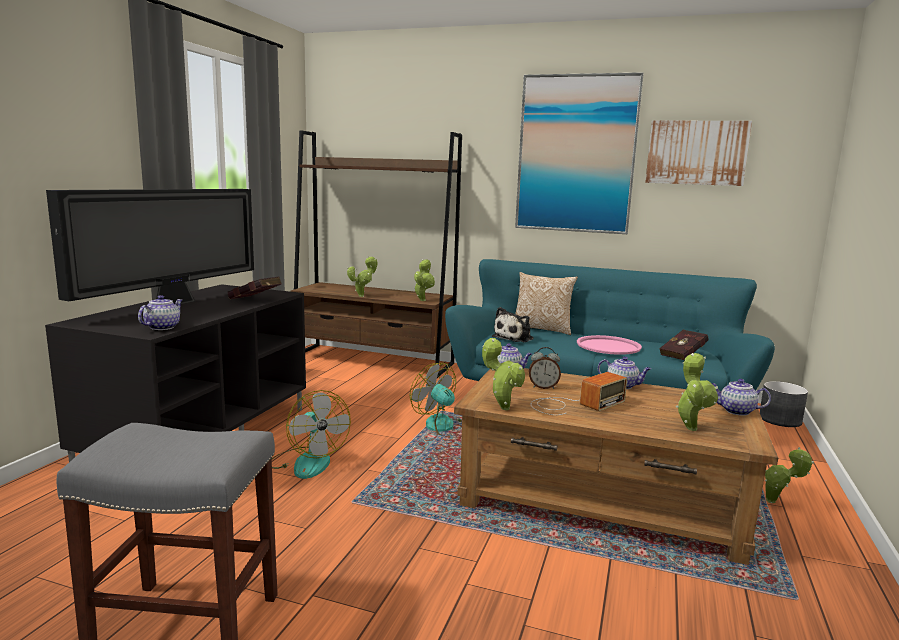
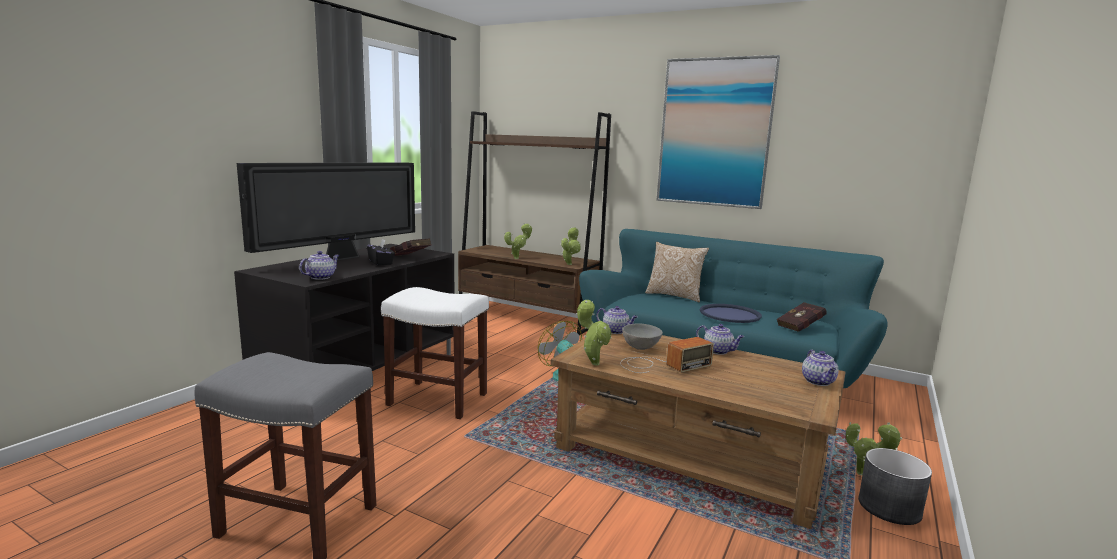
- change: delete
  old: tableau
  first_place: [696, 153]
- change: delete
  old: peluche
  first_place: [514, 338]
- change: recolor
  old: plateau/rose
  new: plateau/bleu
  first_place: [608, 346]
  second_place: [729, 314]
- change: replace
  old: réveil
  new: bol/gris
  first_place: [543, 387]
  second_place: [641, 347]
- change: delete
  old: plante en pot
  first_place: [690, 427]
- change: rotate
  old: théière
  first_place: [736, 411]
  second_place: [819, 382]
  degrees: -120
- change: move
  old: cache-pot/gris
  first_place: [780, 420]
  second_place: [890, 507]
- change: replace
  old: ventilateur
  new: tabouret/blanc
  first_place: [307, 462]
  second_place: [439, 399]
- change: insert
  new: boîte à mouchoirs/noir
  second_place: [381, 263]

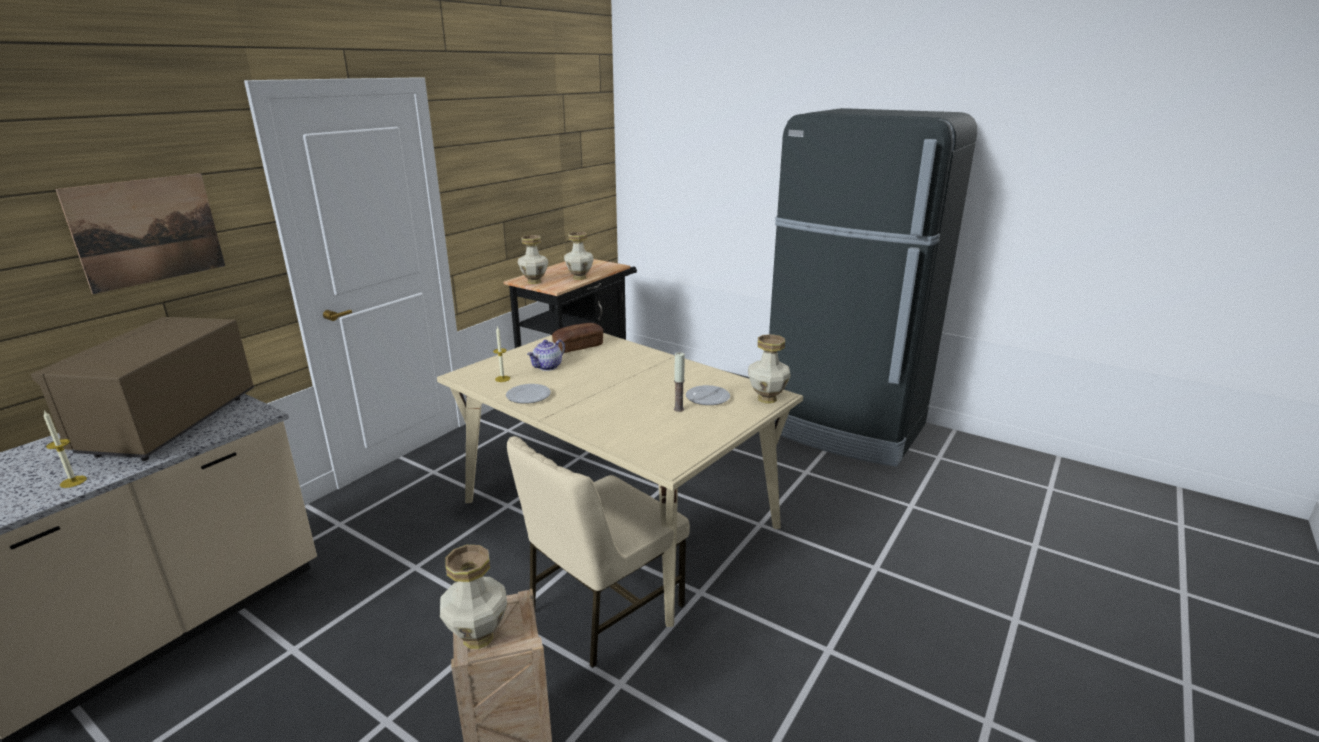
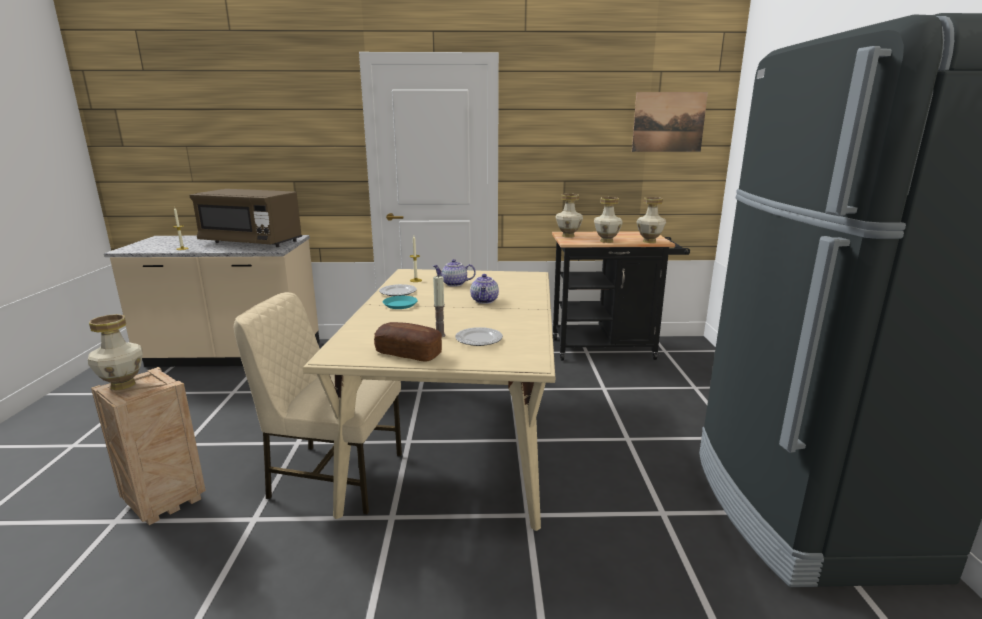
- change: move
  old: tableau
  first_place: [148, 231]
  second_place: [668, 122]
- change: rotate
  old: micro-ondes/marron
  first_place: [169, 423]
  second_place: [251, 242]
  degrees: -135
- change: move
  old: pain
  first_place: [578, 347]
  second_place: [408, 353]
- change: move
  old: vase
  first_place: [767, 399]
  second_place: [649, 241]
- change: insert
  new: théière
  second_place: [485, 301]
- change: insert
  new: assiette/turquoise
  second_place: [400, 305]

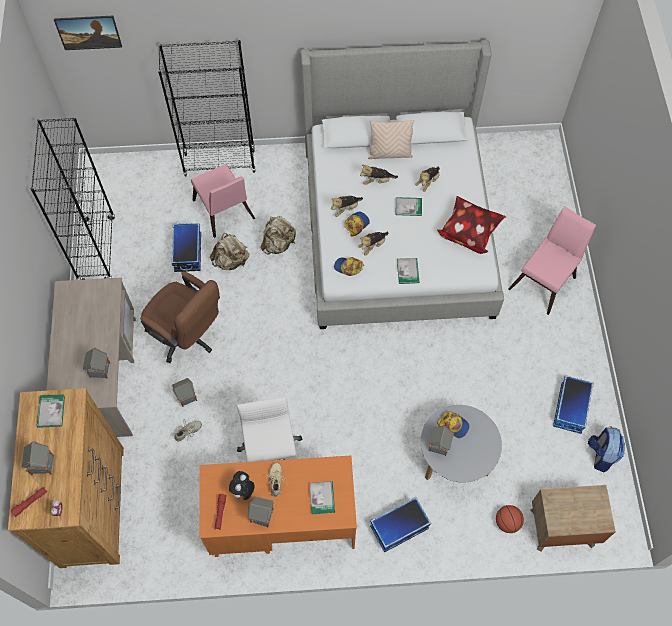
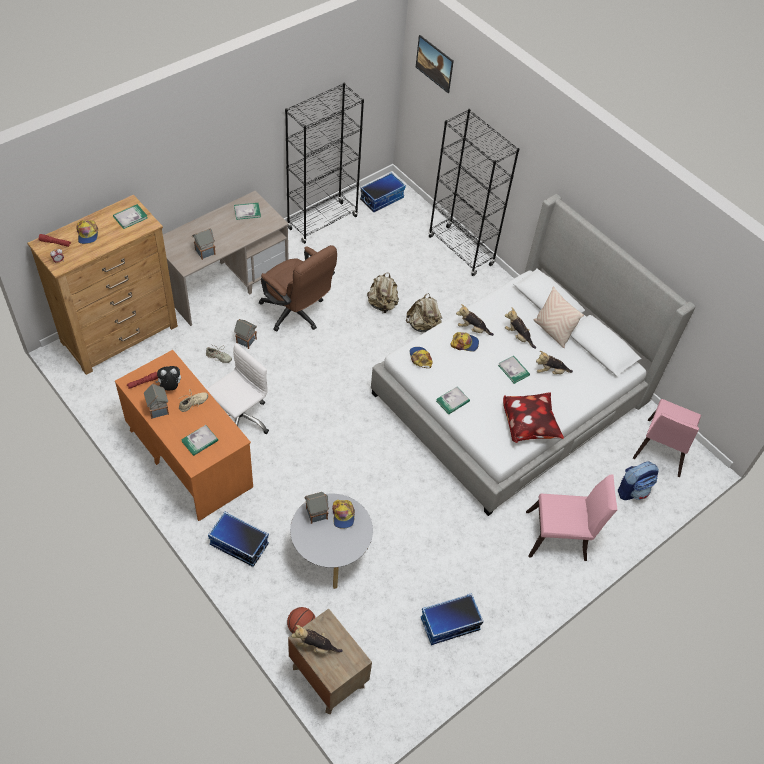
- change: move
  old: chaise/rose
  first_place: [224, 213]
  second_place: [661, 451]
- change: move
  old: boîte de rangement
  first_place: [187, 252]
  second_place: [381, 198]
- change: move
  old: peluche
  first_place: [372, 245]
  second_place: [315, 646]
- change: rotate
  old: chaise de bureau/marron
  first_place: [188, 336]
  second_place: [296, 314]
  degrees: -45
- change: move
  old: sac à dos
  first_place: [601, 454]
  second_place: [633, 490]
- change: replace
  old: maison miniature
  new: casquette
  first_place: [42, 464]
  second_place: [87, 234]
- change: insert
  new: livre
  second_place: [247, 212]

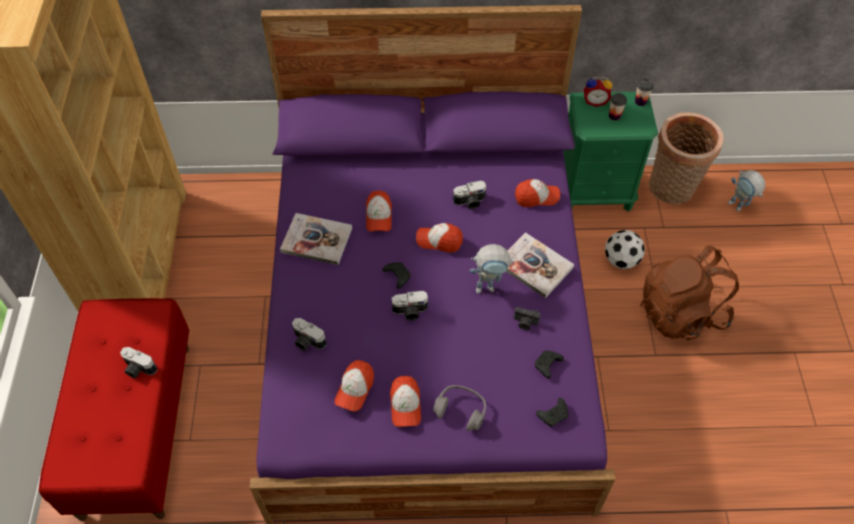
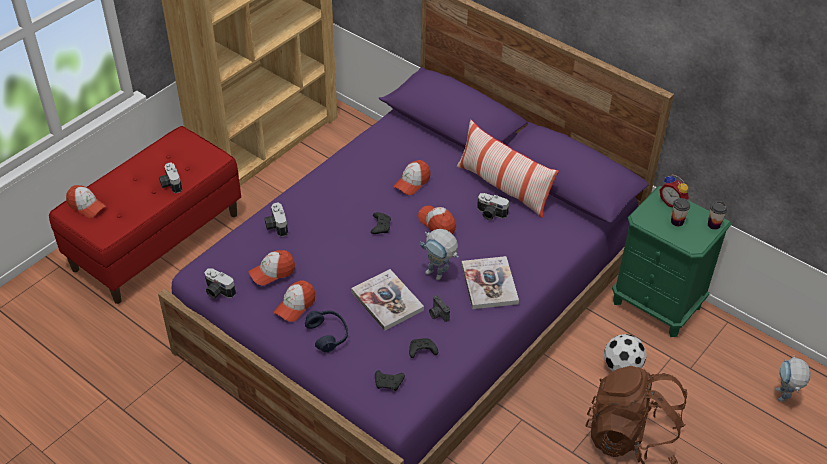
- change: delete
  old: panier
  first_place: [672, 189]
- change: move
  old: casquette
  first_place: [536, 197]
  second_place: [86, 206]
- change: move
  old: livre
  first_place: [316, 240]
  second_place: [387, 301]
- change: move
  old: appareil photo
  first_place: [410, 312]
  second_place: [218, 292]
- change: recolor
  old: casque audio/gris
  new: casque audio/bleu
  first_place: [461, 410]
  second_place: [328, 334]
- change: insert
  new: coussin
  second_place: [503, 187]

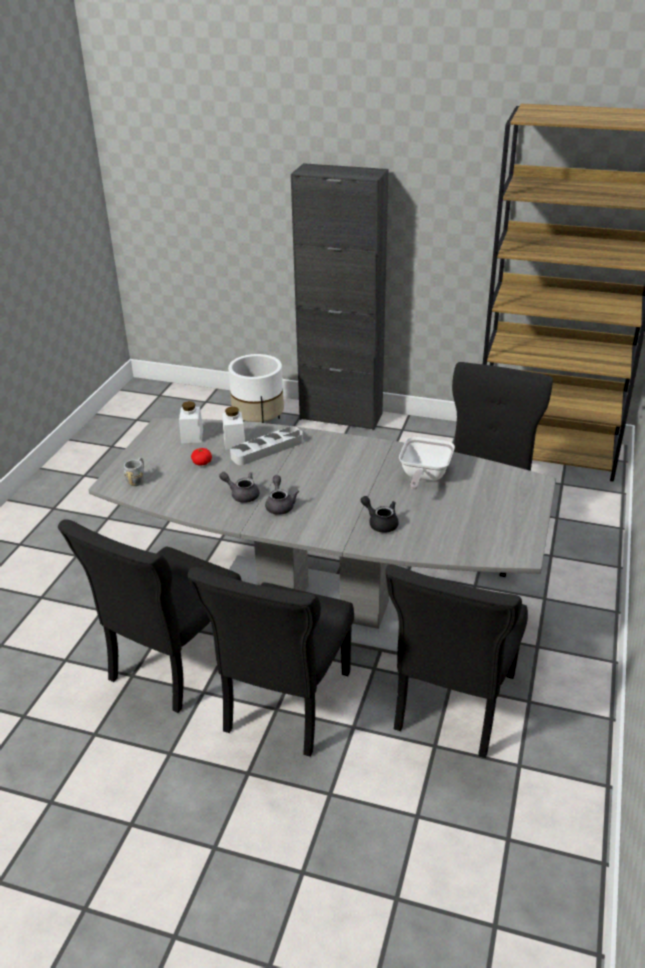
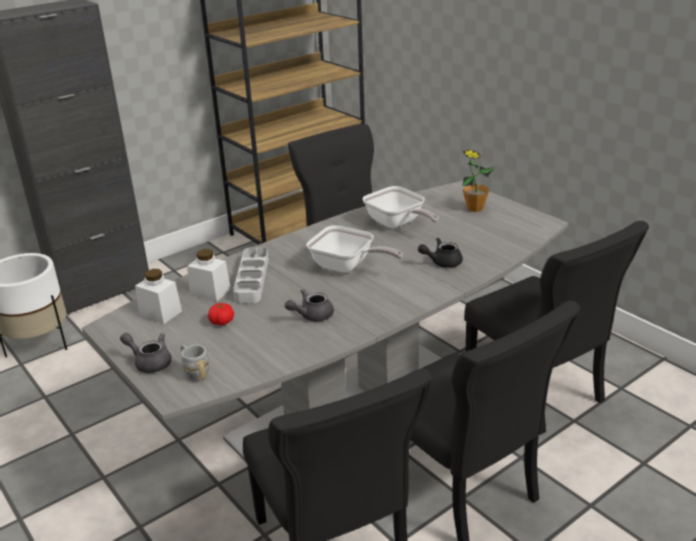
- change: move
  old: théière/gris
  first_place: [280, 505]
  second_place: [149, 362]
- change: insert
  new: plante en pot
  second_place: [474, 208]
- change: insert
  new: poêle
  second_place: [347, 267]

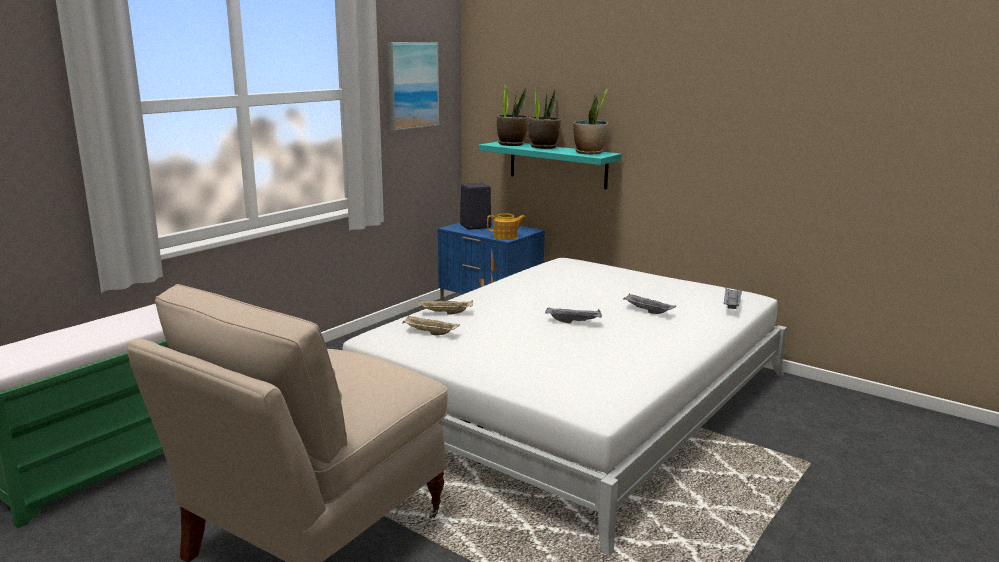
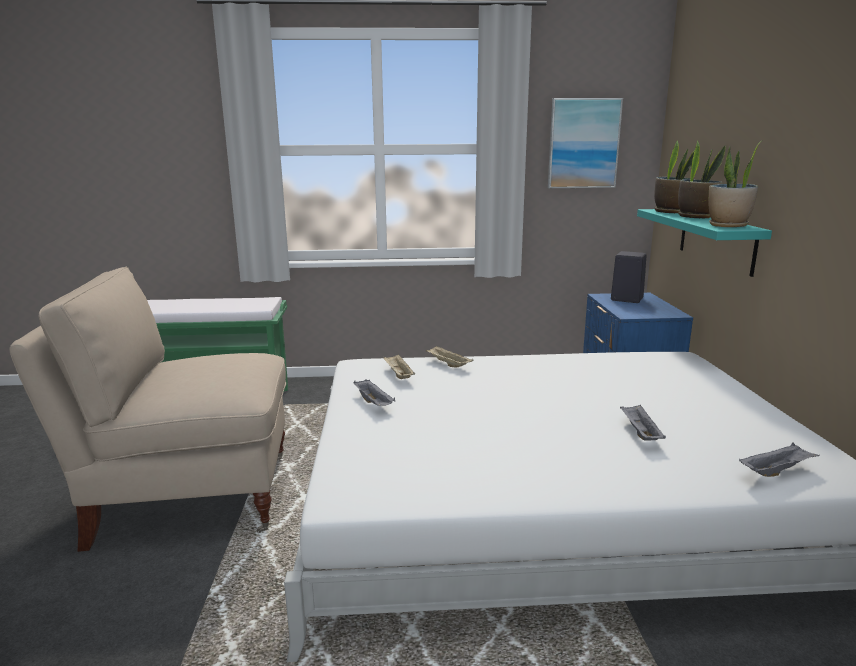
- change: delete
  old: théière
  first_place: [506, 237]
- change: move
  old: plateau/gris
  first_place: [574, 322]
  second_place: [374, 403]

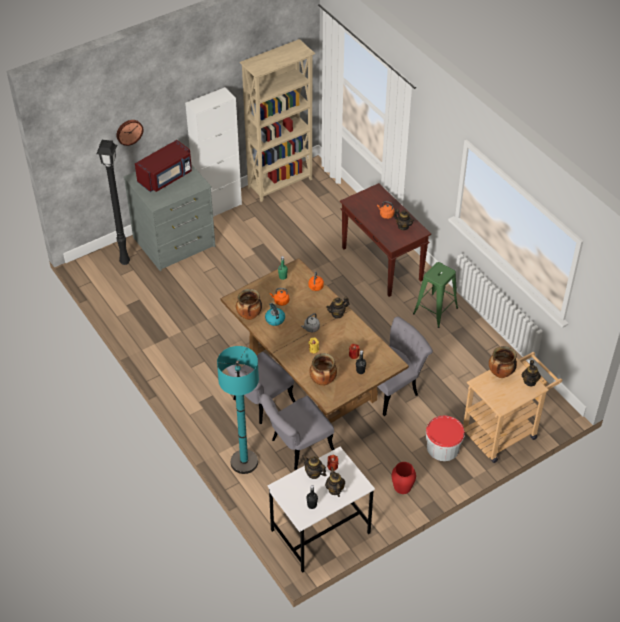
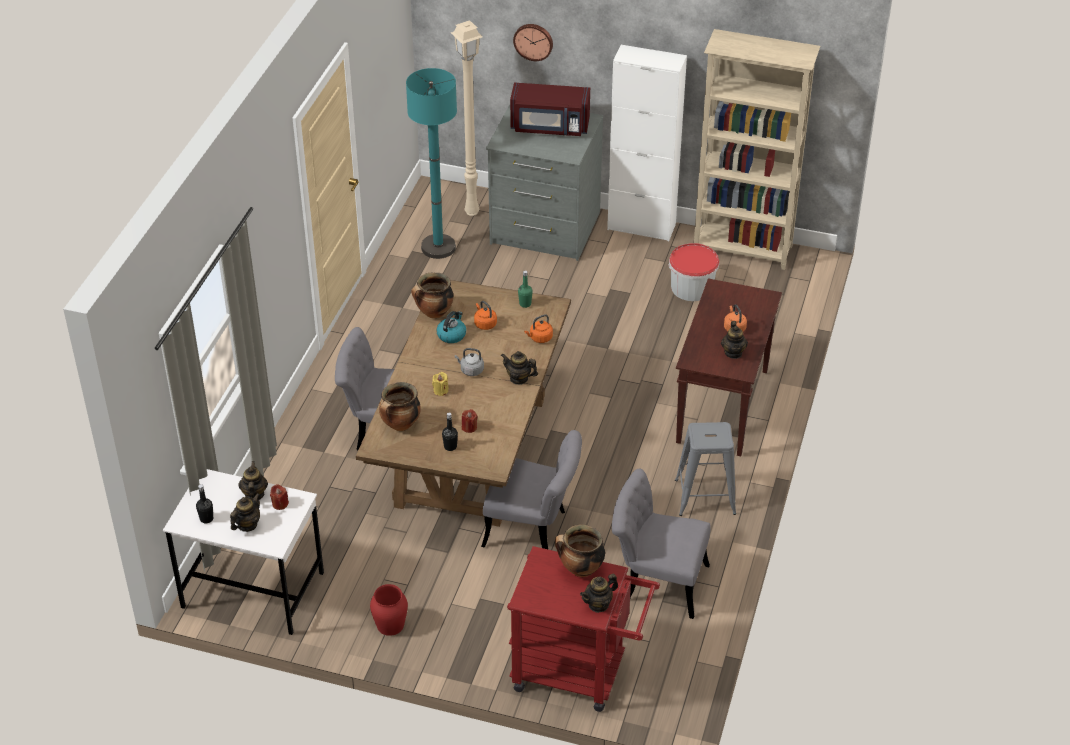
- change: recolor
  old: lampadaire/noir
  new: lampadaire/beige
  first_place: [124, 261]
  second_place: [472, 211]
- change: recolor
  old: tabouret/vert
  new: tabouret/gris
  first_place: [435, 310]
  second_place: [705, 497]
- change: move
  old: lampadaire/turquoise
  first_place: [244, 462]
  second_place: [438, 247]
- change: recolor
  old: chariot/beige
  new: chariot/rouge
  first_place: [504, 431]
  second_place: [579, 673]
- change: move
  old: chaise/gris
  first_place: [296, 448]
  second_place: [656, 581]
- change: move
  old: seau
  first_place: [443, 447]
  second_place: [692, 287]

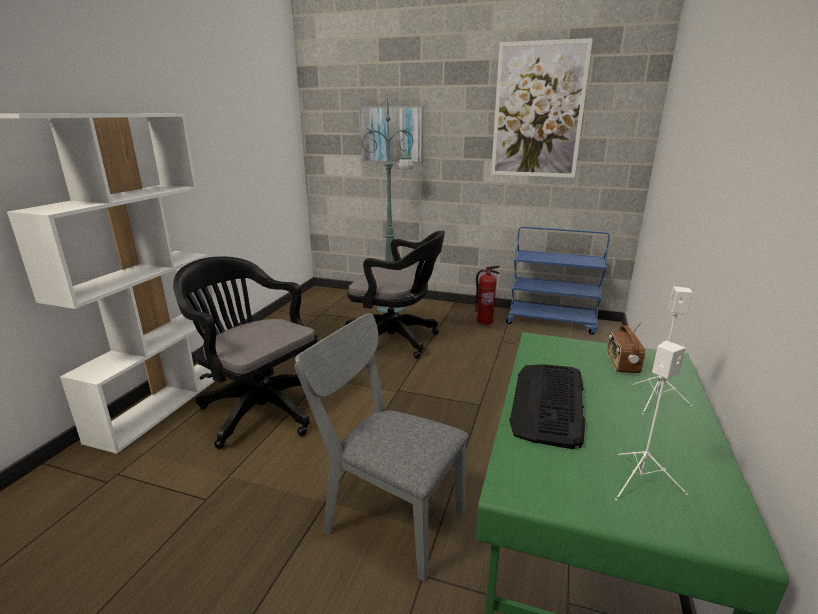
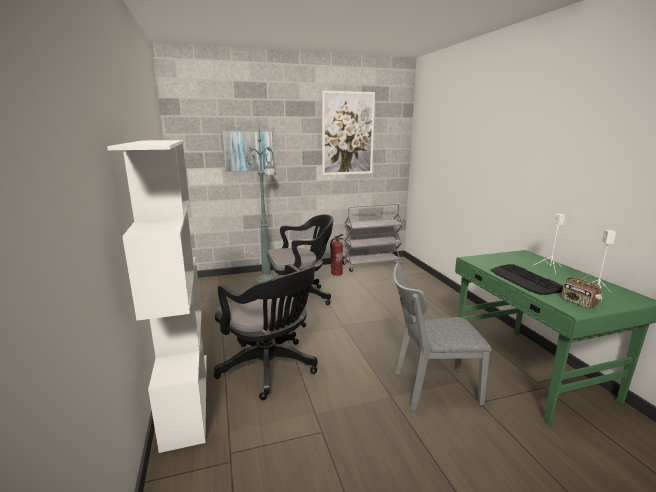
- change: recolor
  old: chariot/bleu
  new: chariot/gris
  first_place: [551, 322]
  second_place: [371, 265]
- change: rotate
  old: chaise de bureau/noir
  first_place: [258, 408]
  second_place: [270, 369]
  degrees: -135
- change: move
  old: radio
  first_place: [621, 364]
  second_place: [578, 302]

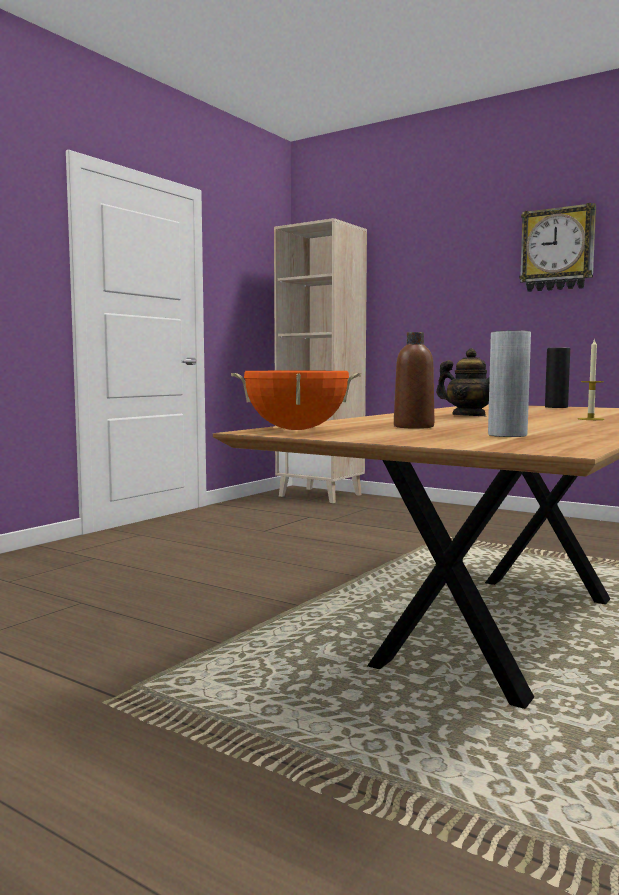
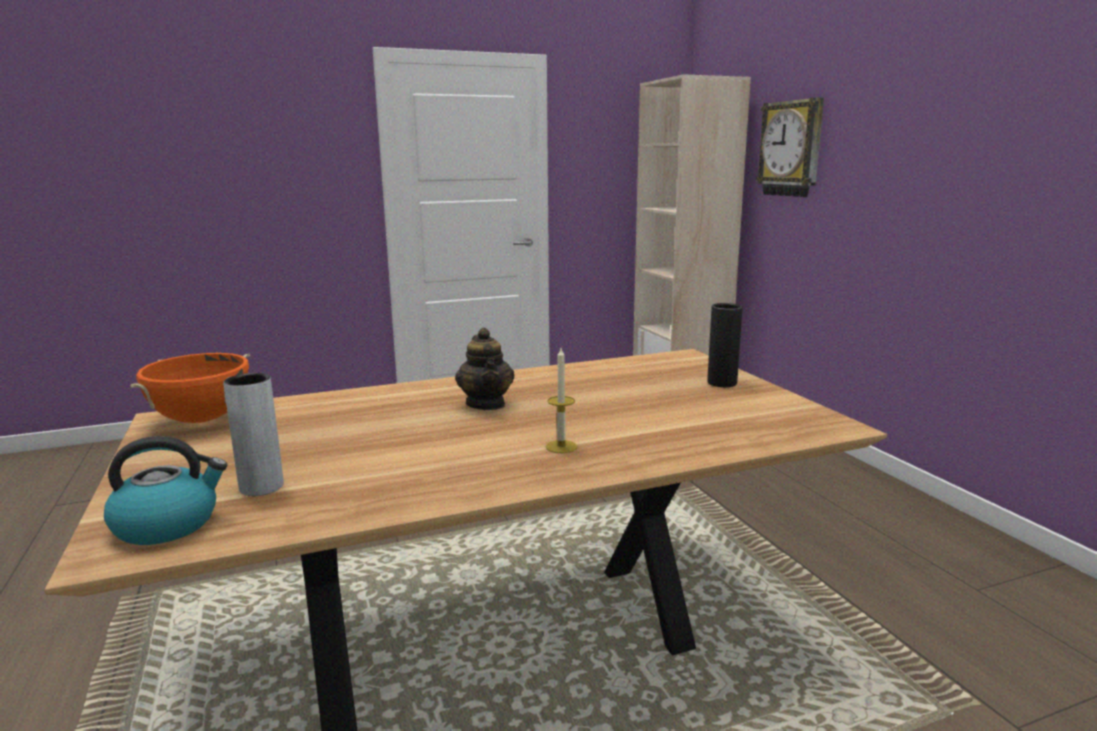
- change: move
  old: horloge murale
  first_place: [557, 249]
  second_place: [791, 149]
- change: delete
  old: bouteille/marron
  first_place: [413, 427]
- change: insert
  new: bouilloire
  second_place: [168, 524]

